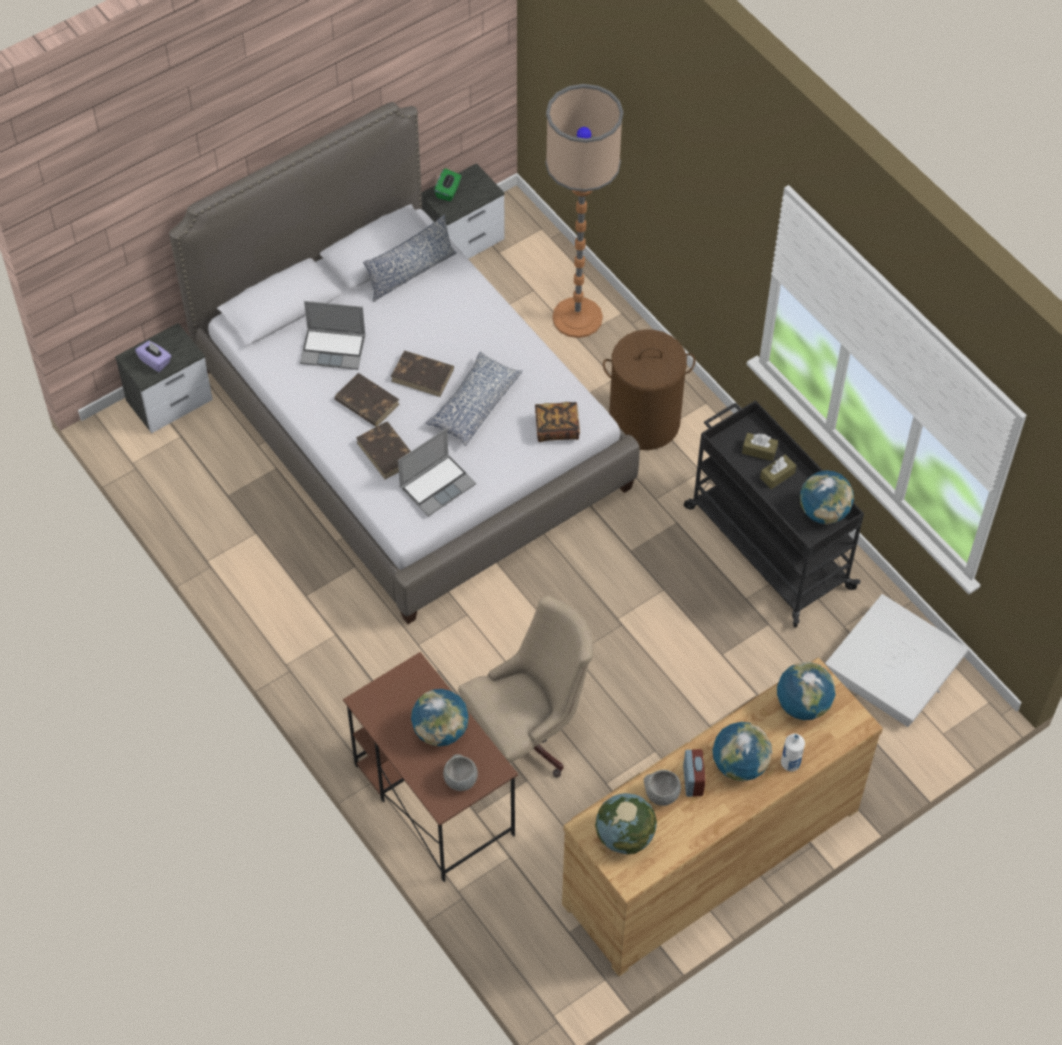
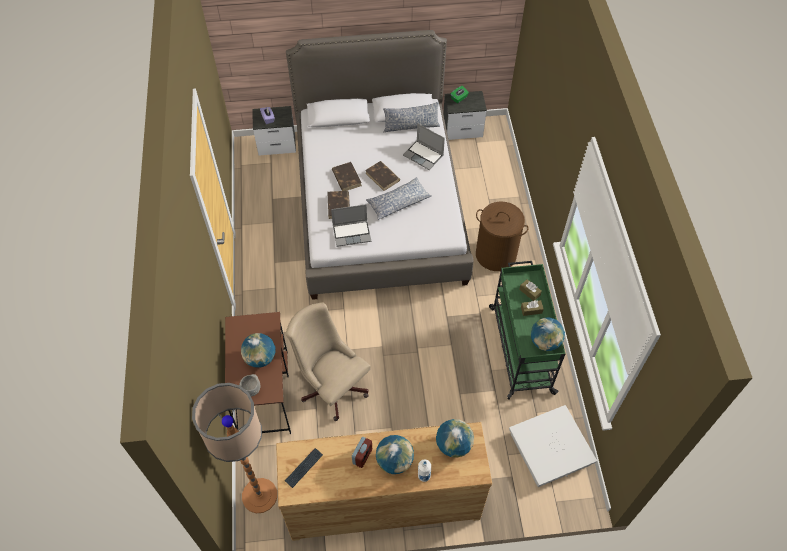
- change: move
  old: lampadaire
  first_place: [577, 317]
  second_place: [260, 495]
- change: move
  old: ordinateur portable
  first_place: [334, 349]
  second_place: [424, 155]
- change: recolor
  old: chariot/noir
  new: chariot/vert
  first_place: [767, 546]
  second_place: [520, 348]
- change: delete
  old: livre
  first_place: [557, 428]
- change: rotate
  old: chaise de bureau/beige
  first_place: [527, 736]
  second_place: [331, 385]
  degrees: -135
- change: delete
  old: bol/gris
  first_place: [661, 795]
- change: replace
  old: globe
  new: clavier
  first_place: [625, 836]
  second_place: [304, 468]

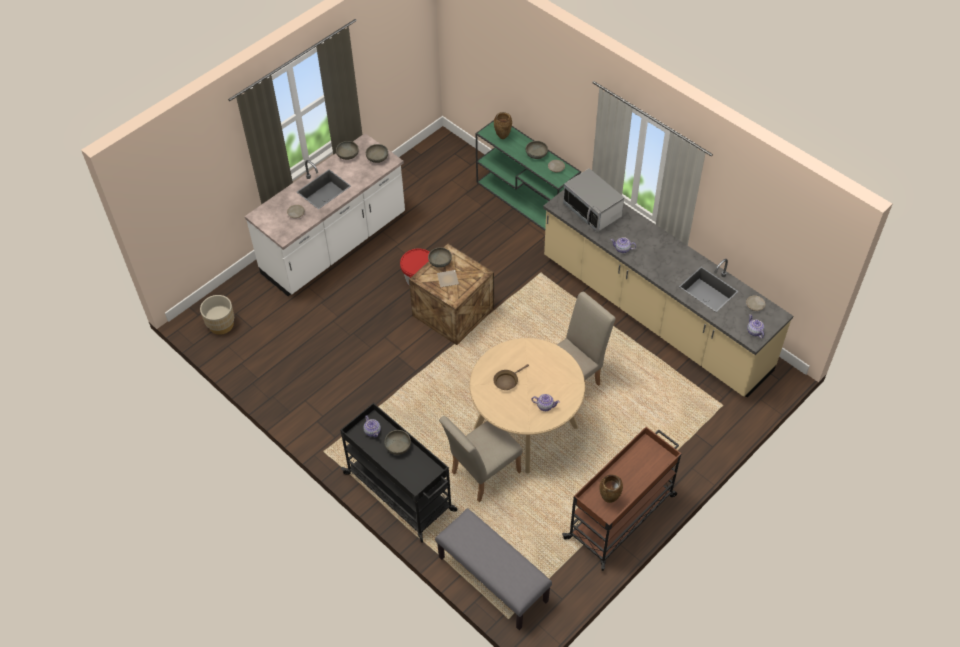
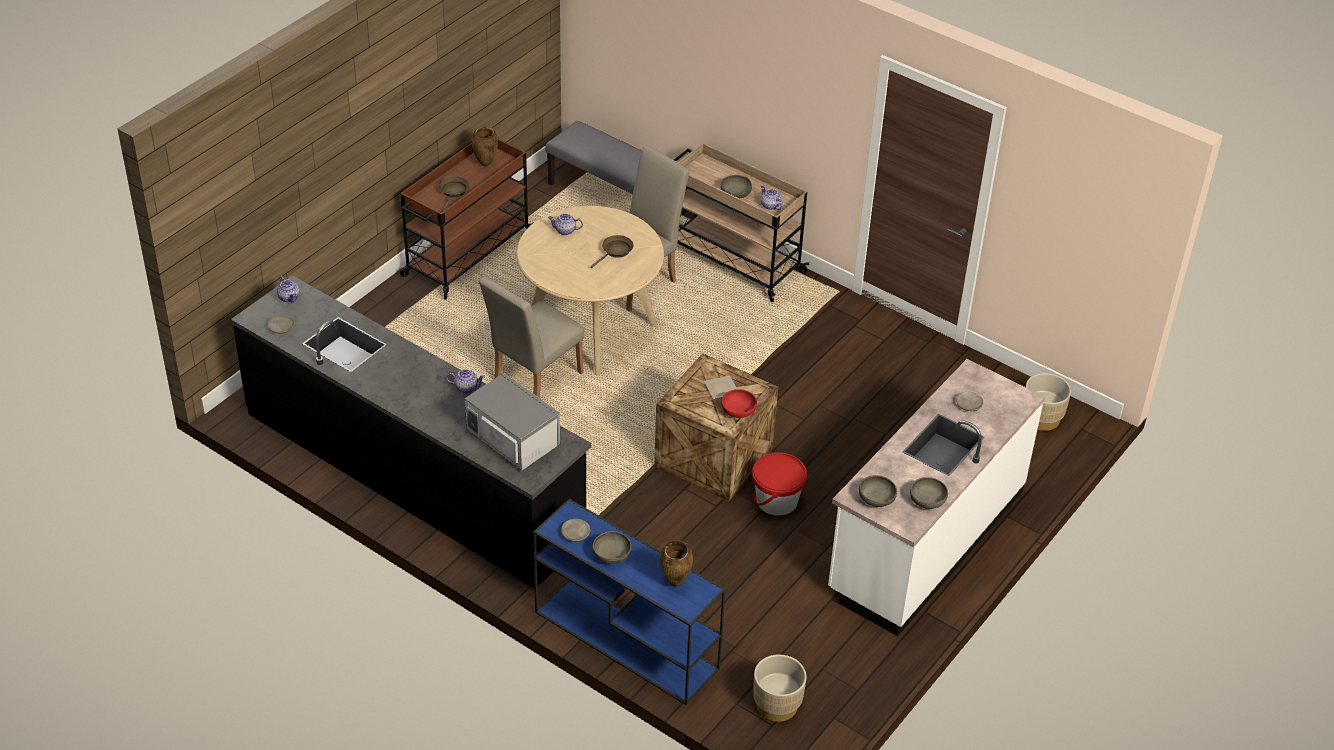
- change: recolor
  old: table console/vert
  new: table console/bleu
  first_place: [527, 201]
  second_place: [624, 639]
- change: recolor
  old: comptoir de cuisine/beige
  new: comptoir de cuisine/noir
  first_place: [654, 314]
  second_place: [413, 474]
- change: recolor
  old: bol/gris
  new: bol/rouge
  first_place: [440, 262]
  second_place: [738, 411]
- change: recolor
  old: chariot/noir
  new: chariot/beige
  first_place: [401, 493]
  second_place: [732, 259]
- change: insert
  new: poêle/marron
  second_place: [453, 192]
- change: insert
  new: cache-pot/beige
  second_place: [777, 705]

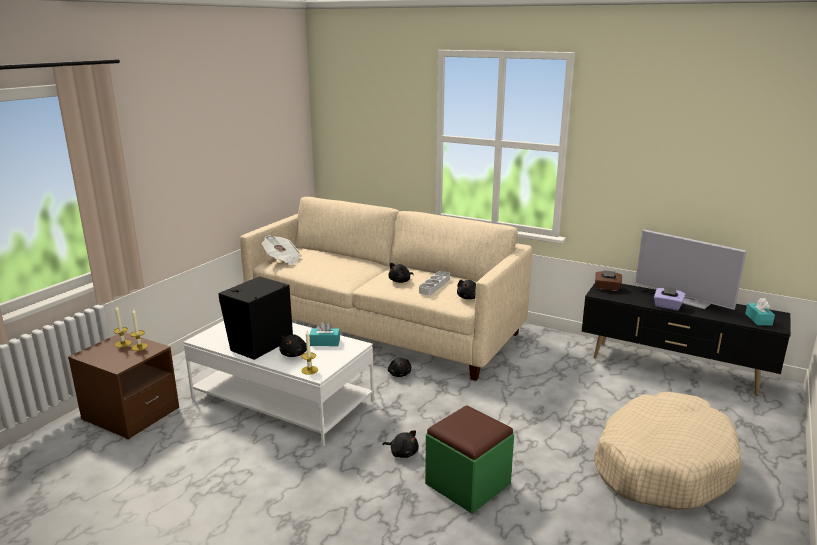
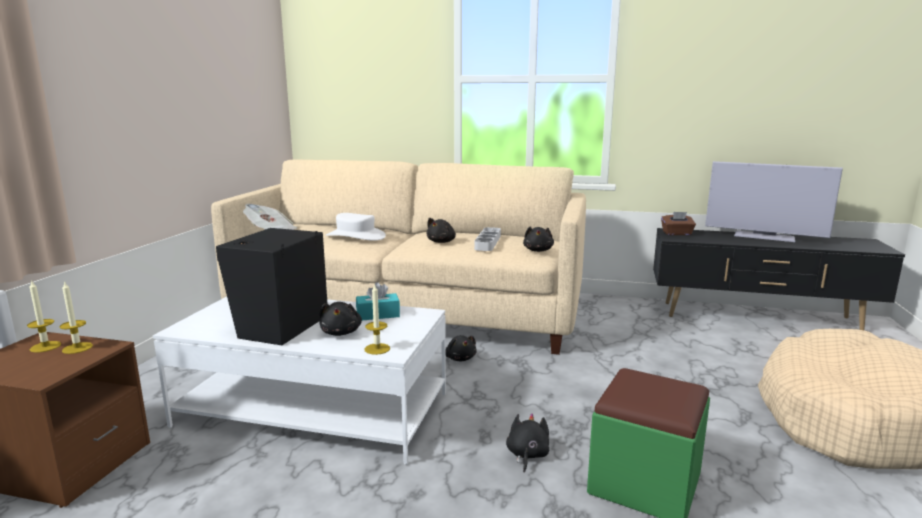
- change: delete
  old: boîte à mouchoirs/violet
  first_place: [667, 306]
- change: delete
  old: boîte à mouchoirs/turquoise
  first_place: [758, 319]
- change: rotate
  old: peluche/noir
  first_place: [403, 453]
  second_place: [527, 455]
  degrees: -90
- change: insert
  new: chapeau/blanc
  second_place: [356, 236]

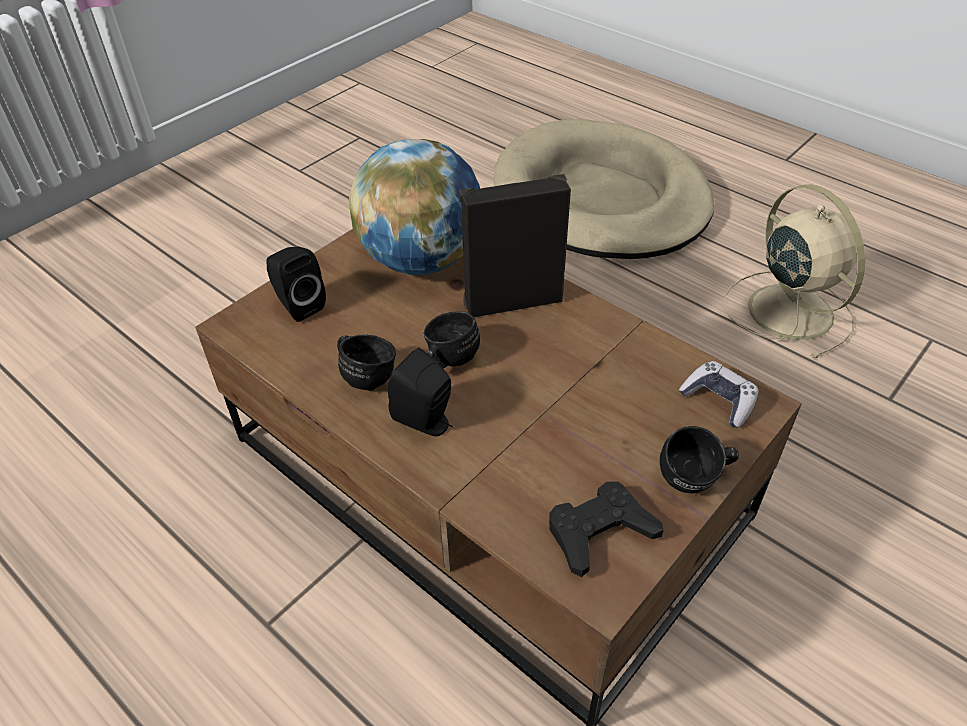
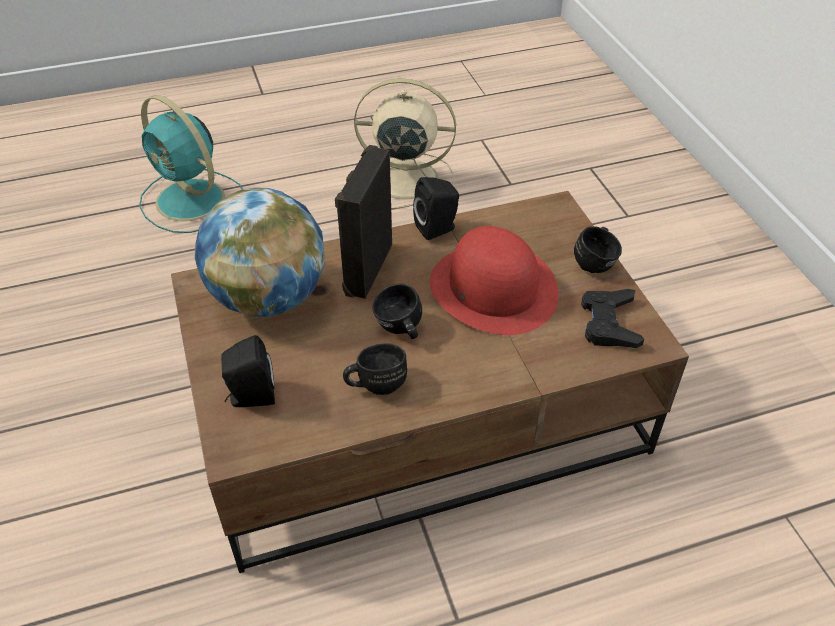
- change: replace
  old: panier pour chien/beige
  new: ventilateur/turquoise
  first_place: [600, 198]
  second_place: [192, 201]
- change: move
  old: enceinte/noir
  first_place: [426, 422]
  second_place: [438, 228]
- change: delete
  old: manette
  first_place: [718, 400]
- change: insert
  new: chapeau/rouge
  second_place: [494, 288]

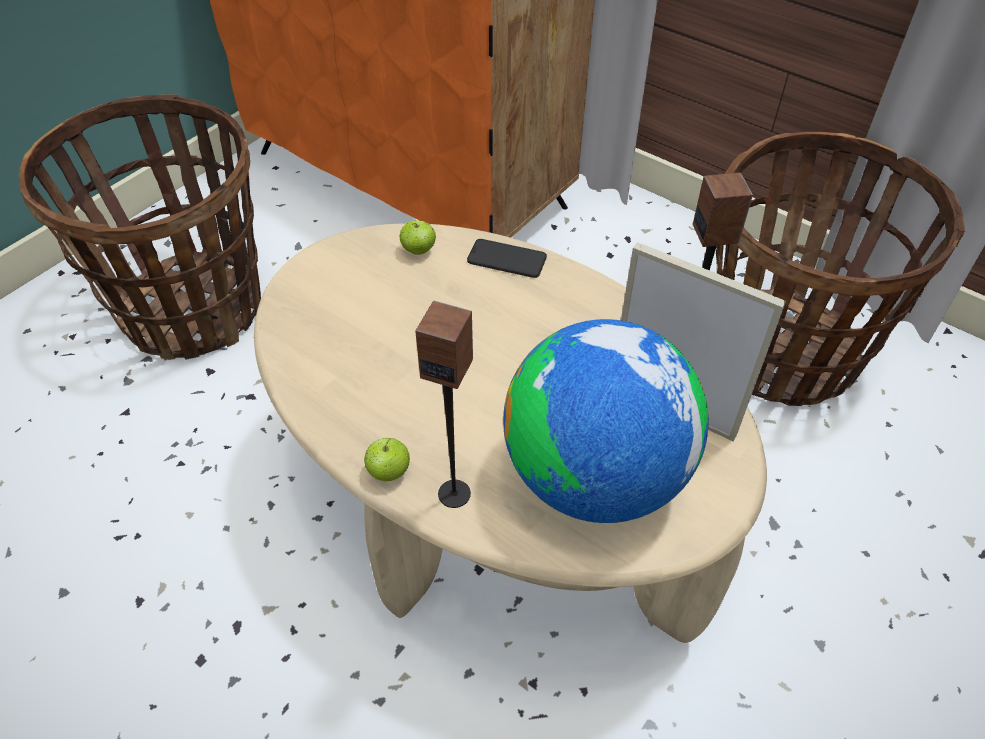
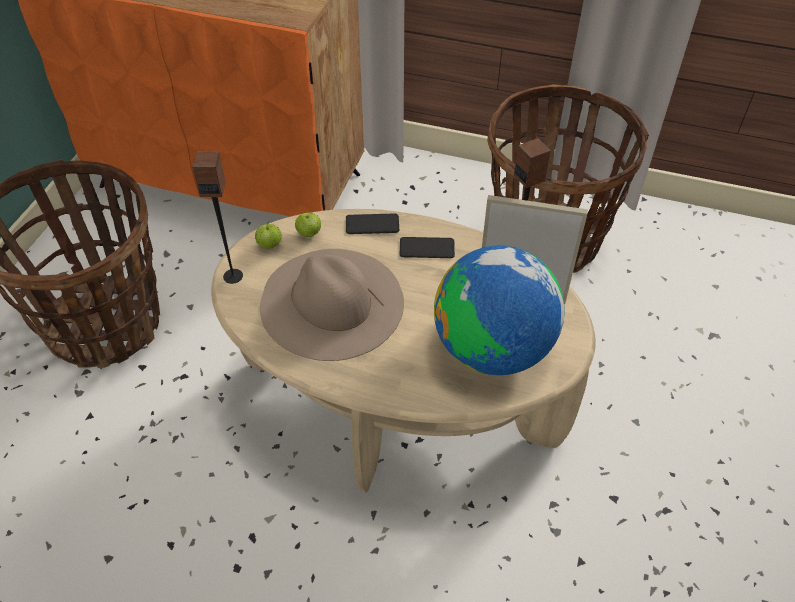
- change: move
  old: enceinte
  first_place: [454, 493]
  second_place: [233, 276]
- change: move
  old: pomme
  first_place: [389, 472]
  second_place: [269, 245]
- change: insert
  new: téléphone
  second_place: [427, 248]
- change: insert
  new: chapeau/beige
  second_place: [331, 302]

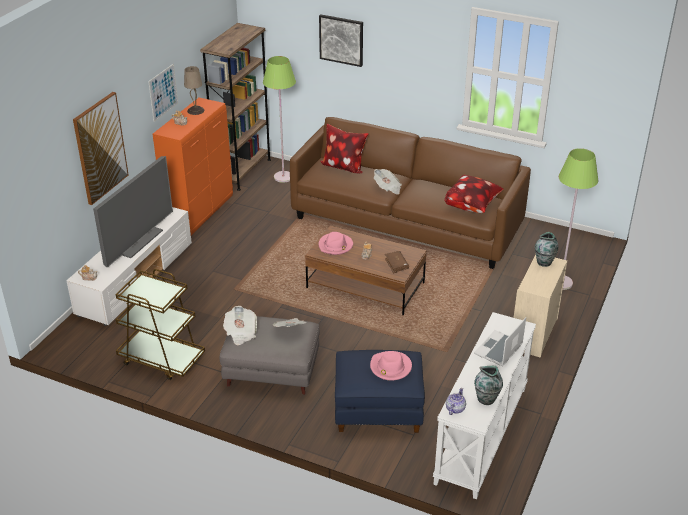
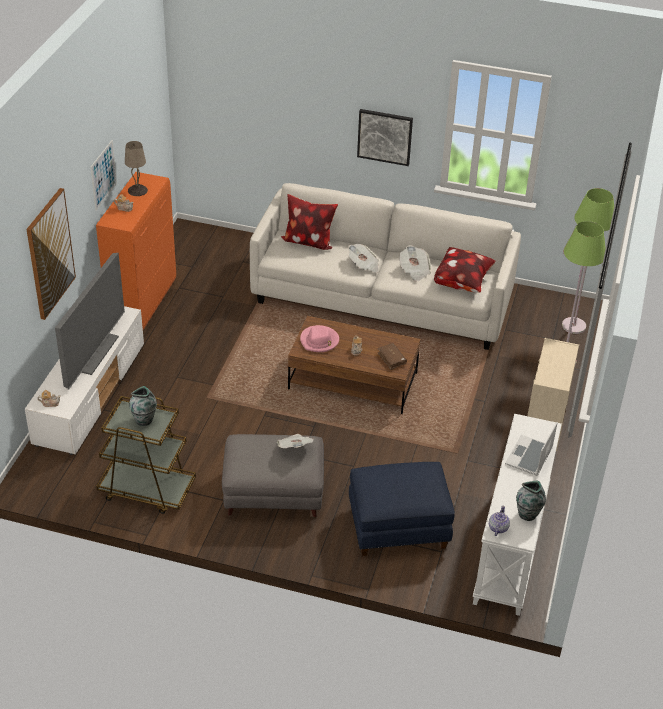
- change: move
  old: tableau
  first_place: [341, 40]
  second_place: [385, 136]
- change: delete
  old: bibliothèque/marron
  first_place: [243, 171]
- change: move
  old: lampadaire/vert
  first_place: [283, 177]
  second_place: [573, 326]
- change: recolor
  old: canapé/marron
  new: canapé/blanc
  first_place: [406, 222]
  second_place: [382, 299]
- change: move
  old: vase
  first_place: [544, 262]
  second_place: [144, 420]
- change: move
  old: journal
  first_place: [241, 333]
  second_place: [414, 271]
- change: delete
  old: chapeau/rose
  first_place: [390, 367]

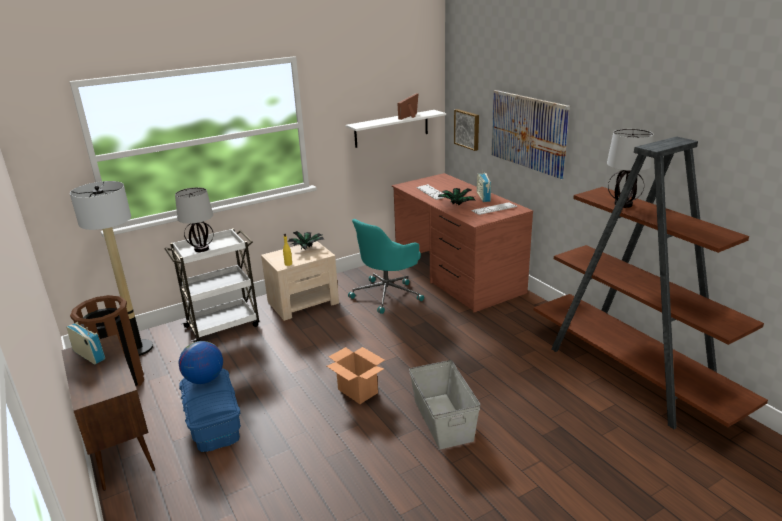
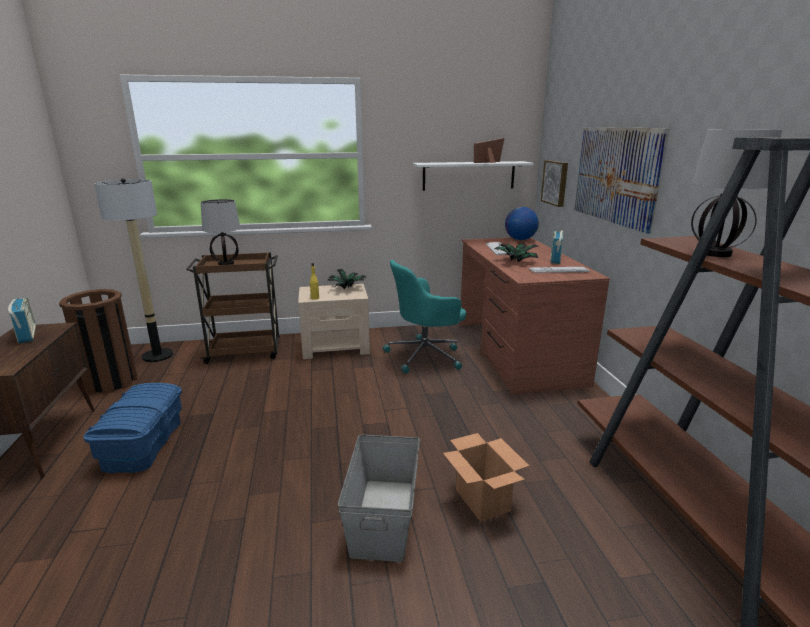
- change: recolor
  old: chariot/blanc
  new: chariot/marron
  first_place: [223, 325]
  second_place: [245, 352]
- change: move
  old: globe
  first_place: [204, 379]
  second_place: [520, 239]
- change: move
  old: carton
  first_place: [357, 391]
  second_place: [481, 500]

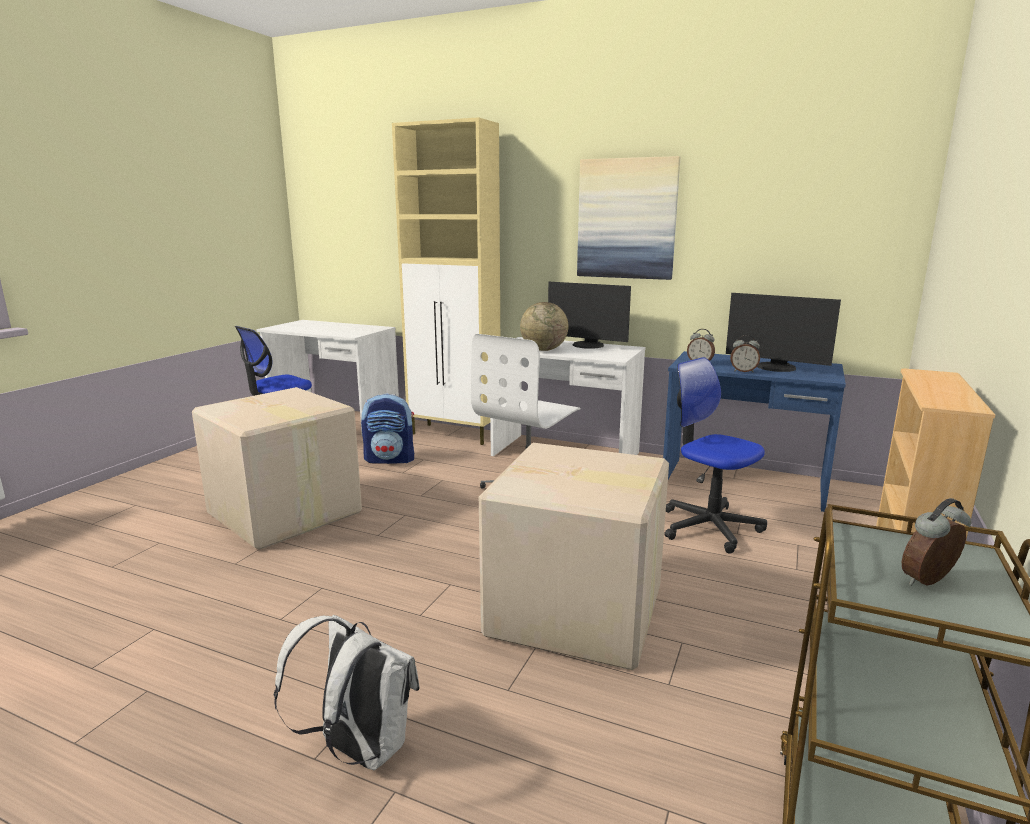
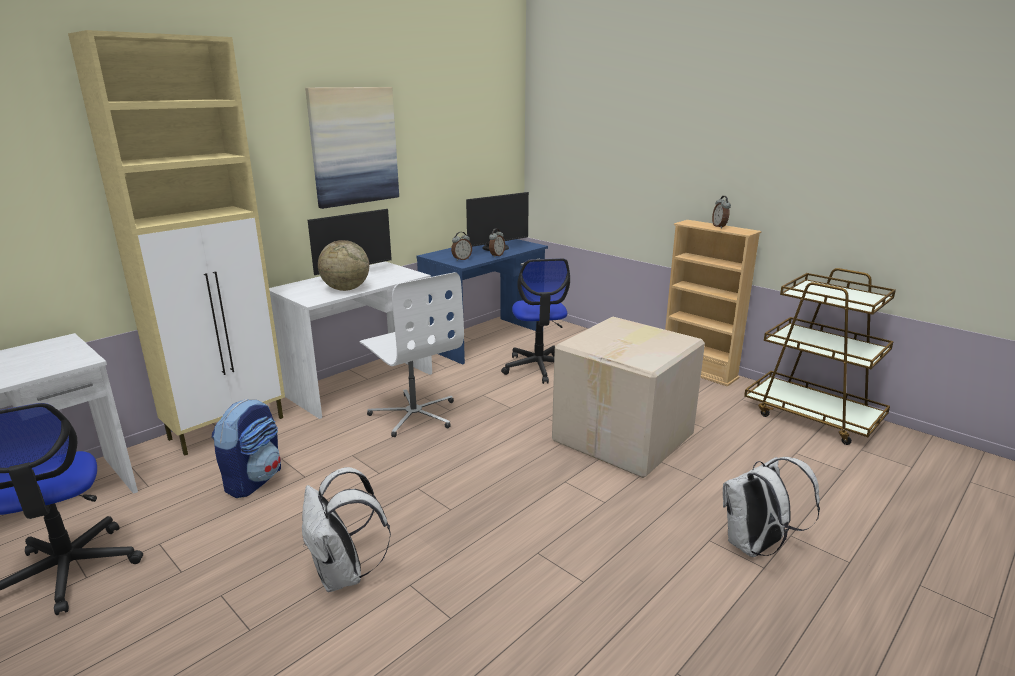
- change: rotate
  old: chaise de bureau
  first_place: [709, 527]
  second_place: [539, 367]
  degrees: -75
- change: replace
  old: carton
  new: sac à dos/blanc
  first_place: [284, 514]
  second_place: [343, 575]
- change: move
  old: réveil
  first_place: [929, 582]
  second_place: [719, 227]

